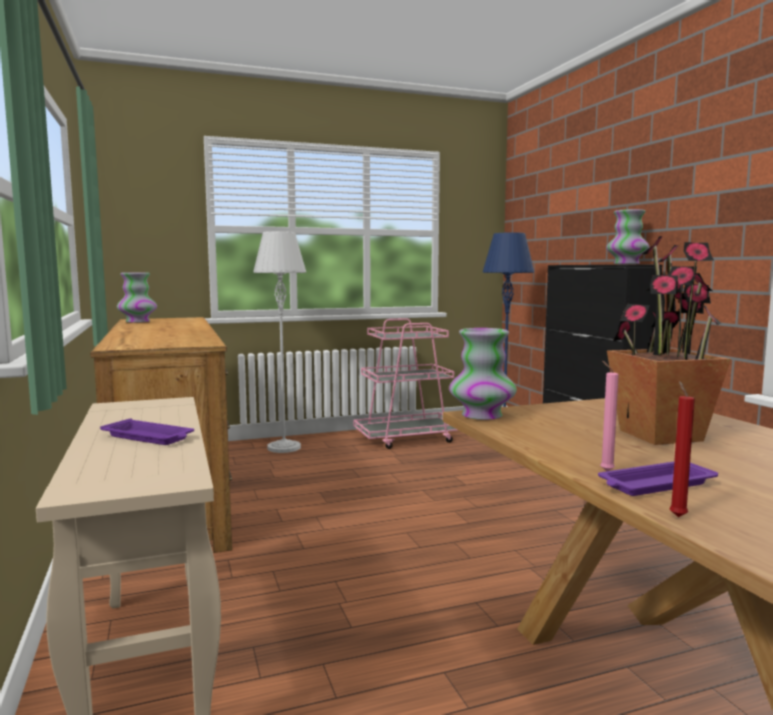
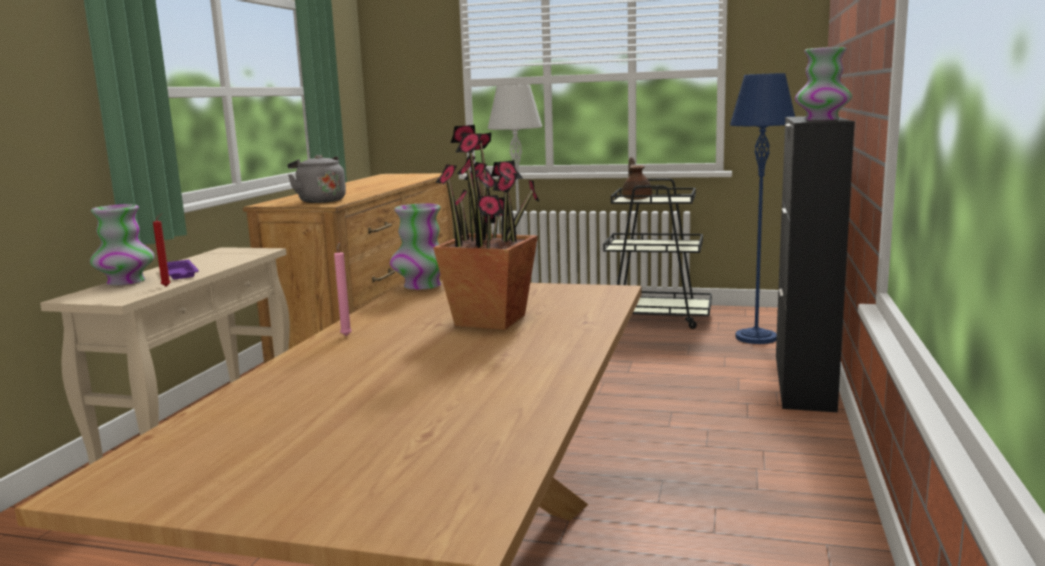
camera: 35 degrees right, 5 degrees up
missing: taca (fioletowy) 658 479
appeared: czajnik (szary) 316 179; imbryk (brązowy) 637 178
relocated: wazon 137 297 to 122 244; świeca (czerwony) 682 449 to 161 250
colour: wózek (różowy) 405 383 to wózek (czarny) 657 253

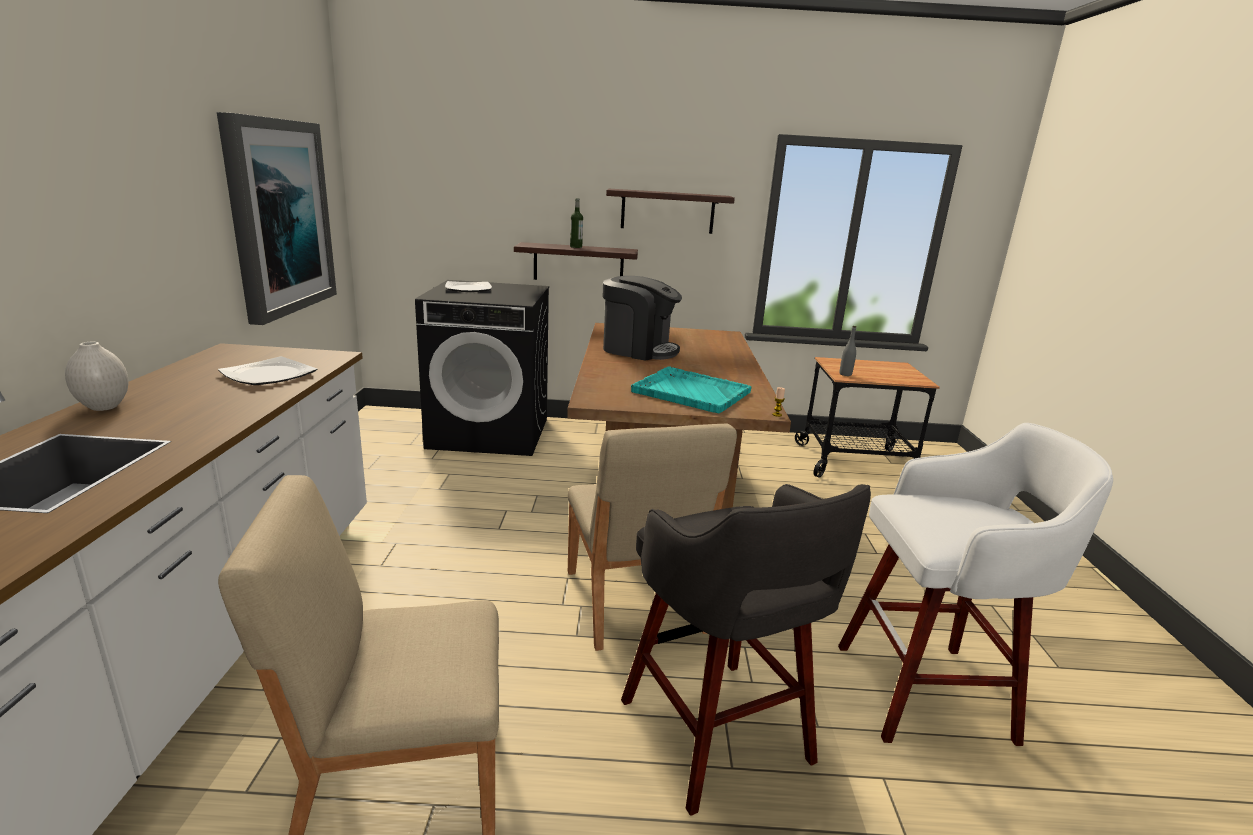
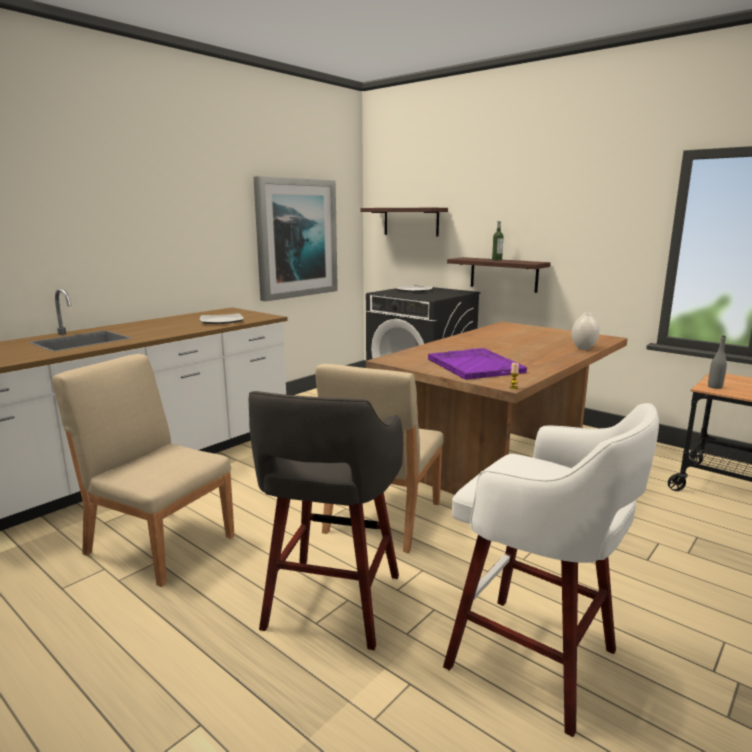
camera: 40 degrees right, 5 degrees down
missing: ekspres do kawy 642 318
relocated: wazon (biały) 96 376 to 586 331; półka 670 211 to 404 222
colour: taca (turkusowy) 691 389 to taca (fioletowy) 477 364

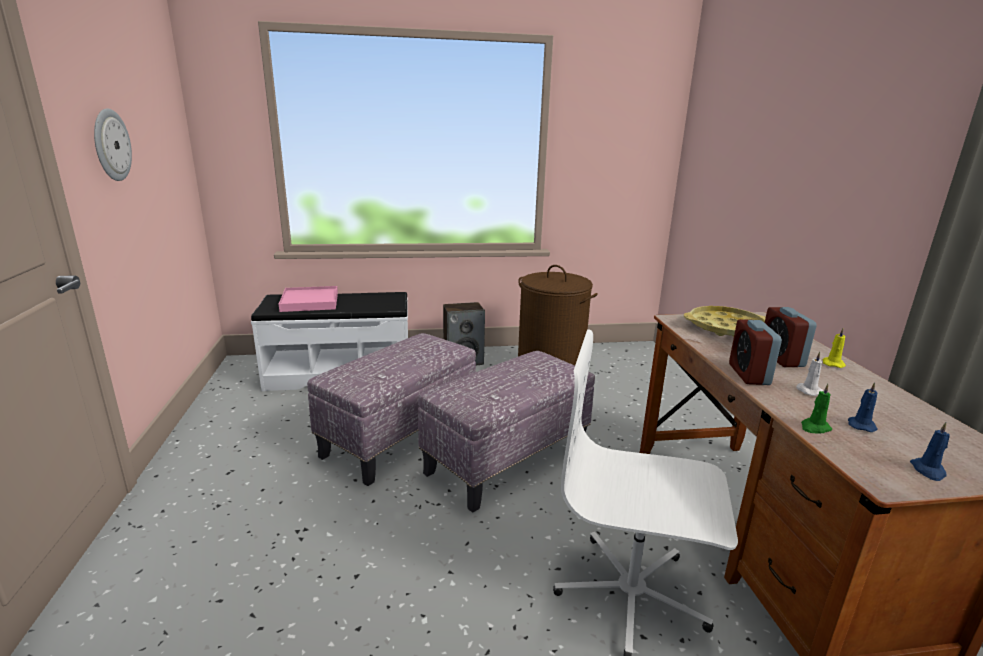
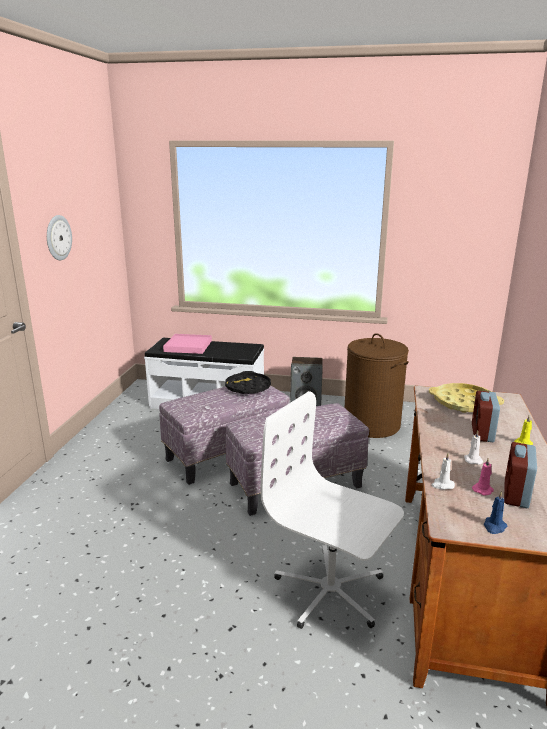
camera: 20 degrees right, 0 degrees up
appeared: taca (czarny) 248 382
relocated: budzik 755 352 to 520 475
colour: świeca (zielony) 816 408 to świeca (biały) 443 471; świeca (niebieski) 863 407 to świeca (różowy) 483 476

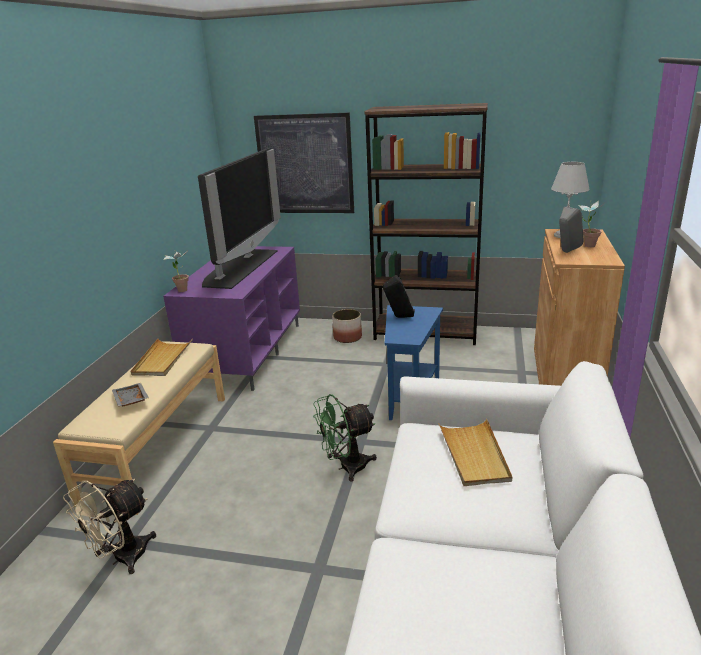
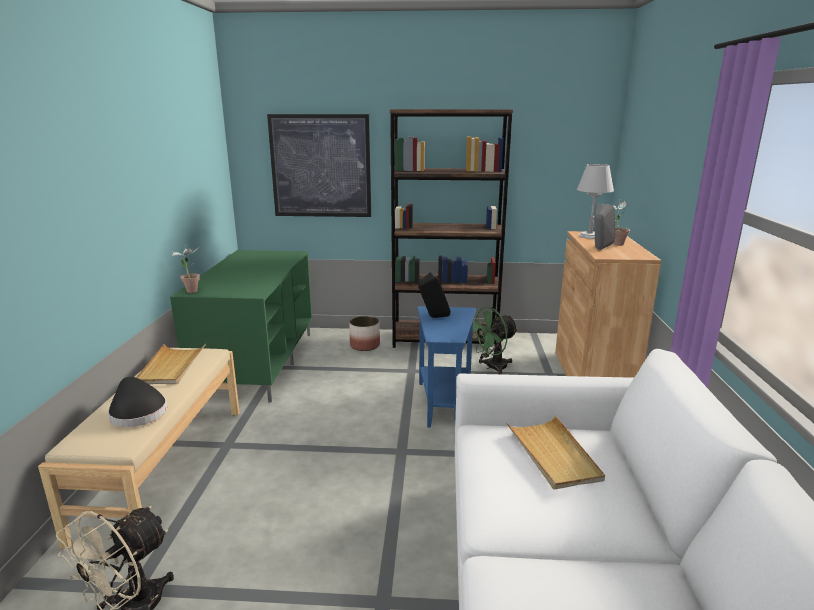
camera: 10 degrees left, 5 degrees down
missing: telewizor 239 218
relocated: wentylator (zielony) 345 438 to 495 340
exchanged: taca (szary) 130 395 to kapelusz (czarny) 137 402
colour: szafka pod telewizor (fioletowy) 231 318 to szafka pod telewizor (zielony) 241 326

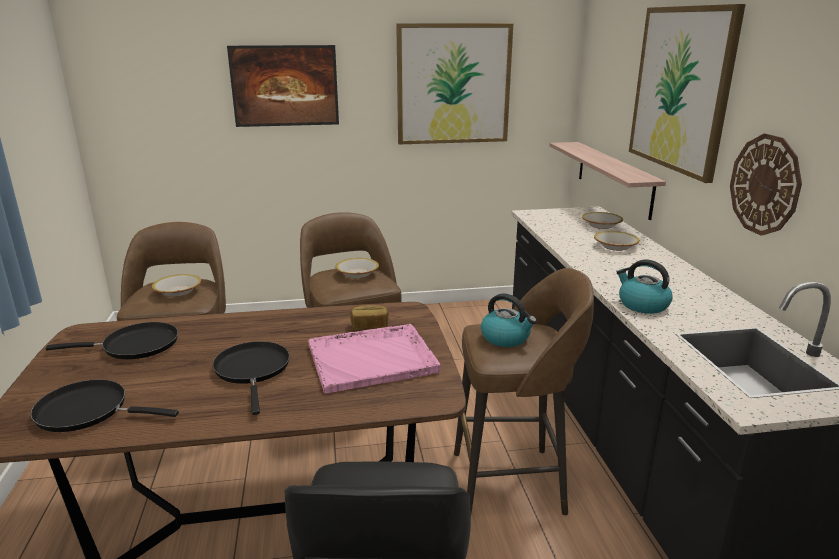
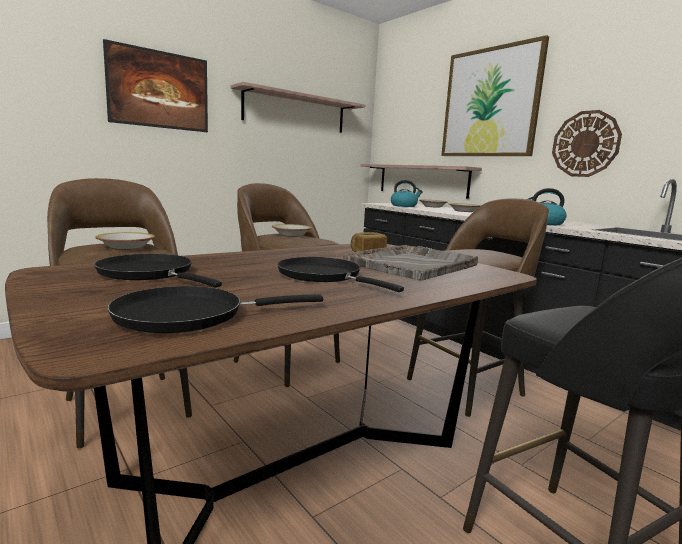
camera: 30 degrees left, 10 degrees down
relocated: czajnik 509 320 to 407 193
exchanged: obraz 454 83 to półka 297 107
colour: taca (różowy) 374 359 to taca (szary) 410 263
spun: patelnia (czarny) 112 340 = 158 270 105 degrees counterclockwise

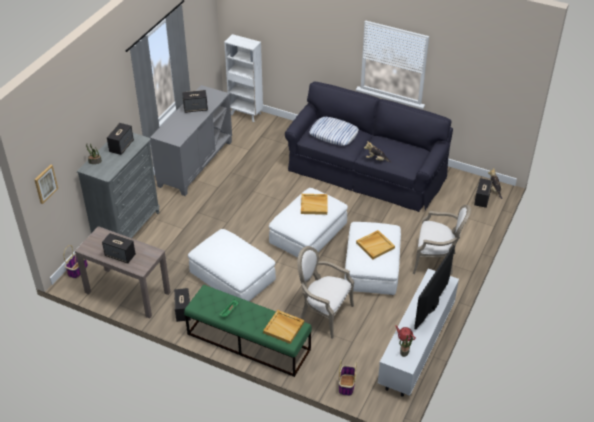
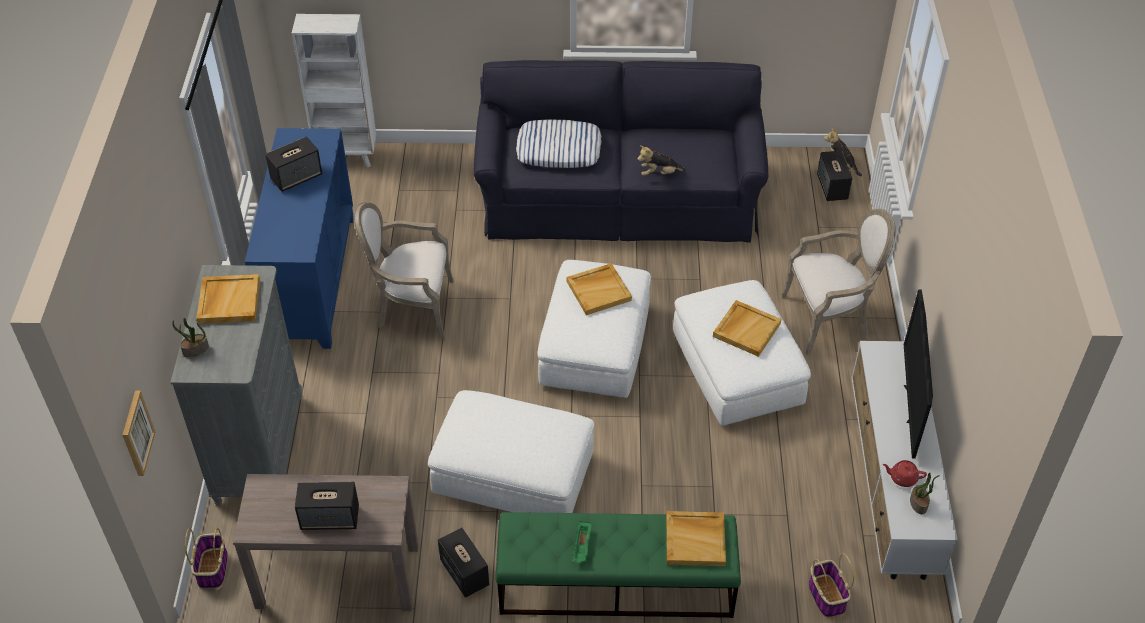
camera: 25 degrees left, 5 degrees up
relocated: fotel 325 292 to 403 271
exchanged: głośnik 120 139 to taca (beżowy) 228 299
colour: szafka (szary) 191 140 to szafka (niebieski) 299 238

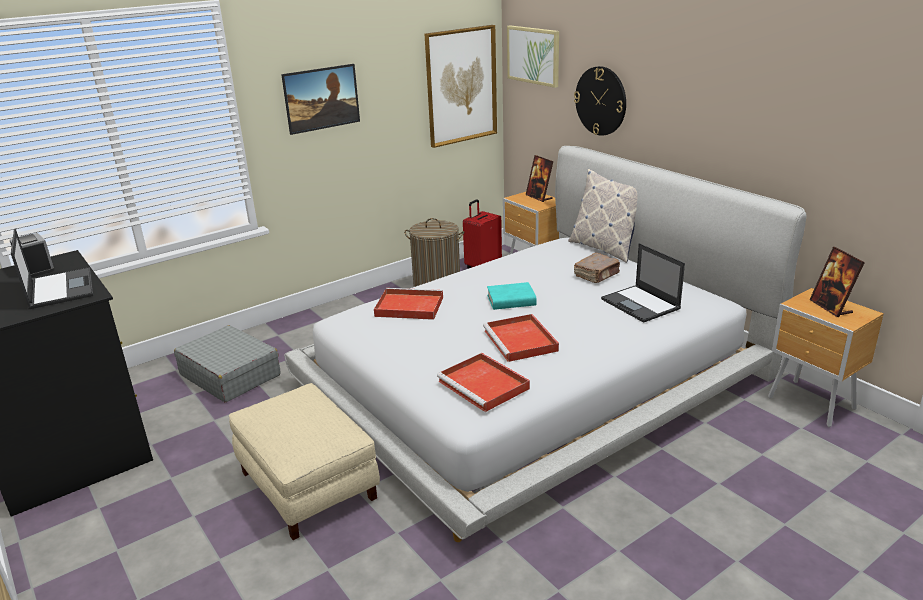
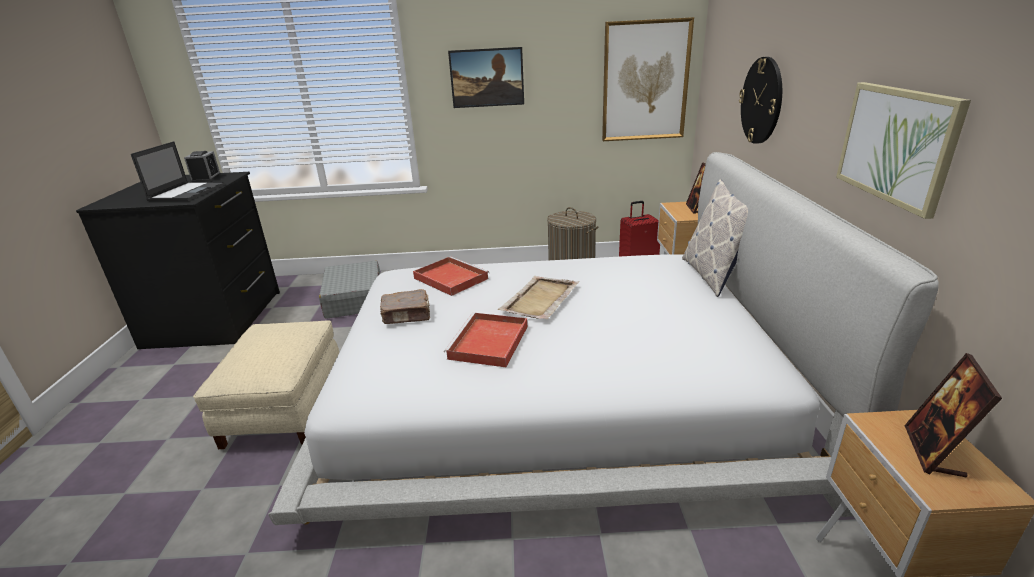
camera: 35 degrees right, 0 degrees up
missing: taca (czerwony) 483 382; laptop 643 283
relocated: obraz 533 56 to 903 150; książka (brązowy) 597 268 to 405 306
exchanged: książka (turkusowy) 512 296 to taca (beżowy) 538 297

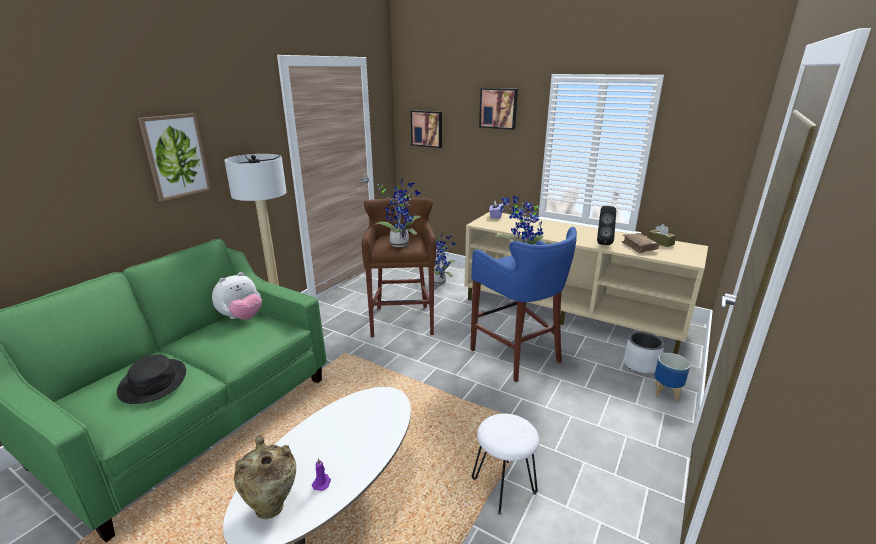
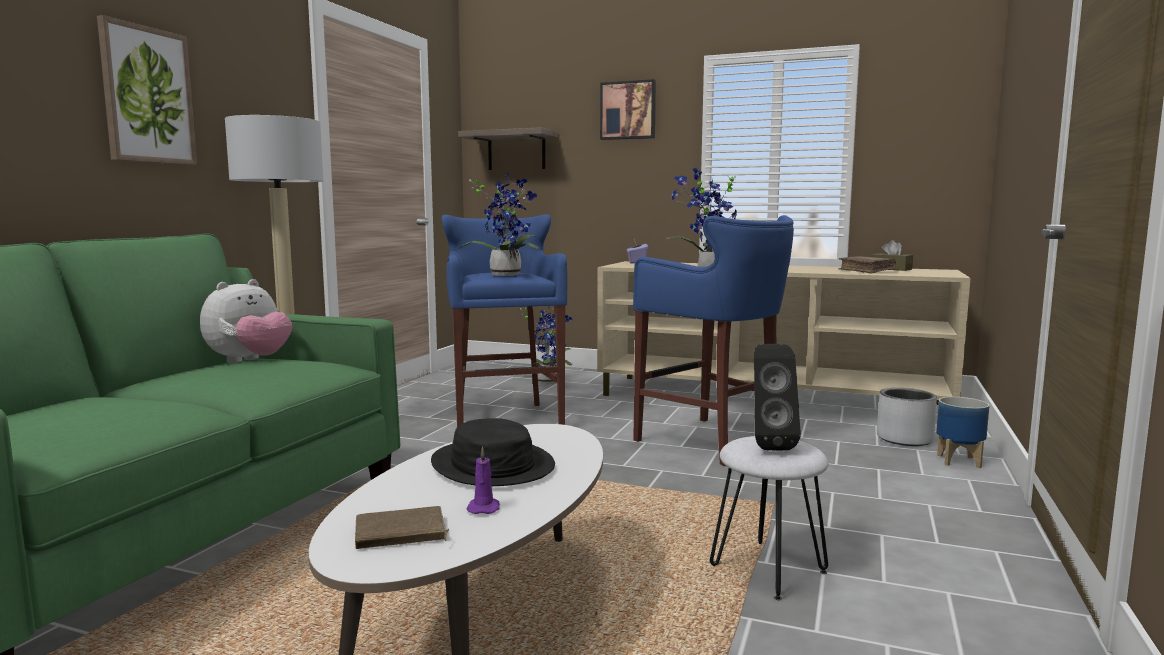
camera: 10 degrees left, 15 degrees down
relocated: kapelusz (czarny) 151 379 to 493 452; głośnik (czarny) 606 225 to 777 397
exchanged: wazon (beżowy) 265 477 to książka (brązowy) 402 527; obraz 426 129 to półka 508 148
colour: stołek (brązowy) 399 267 to stołek (niebieski) 505 321

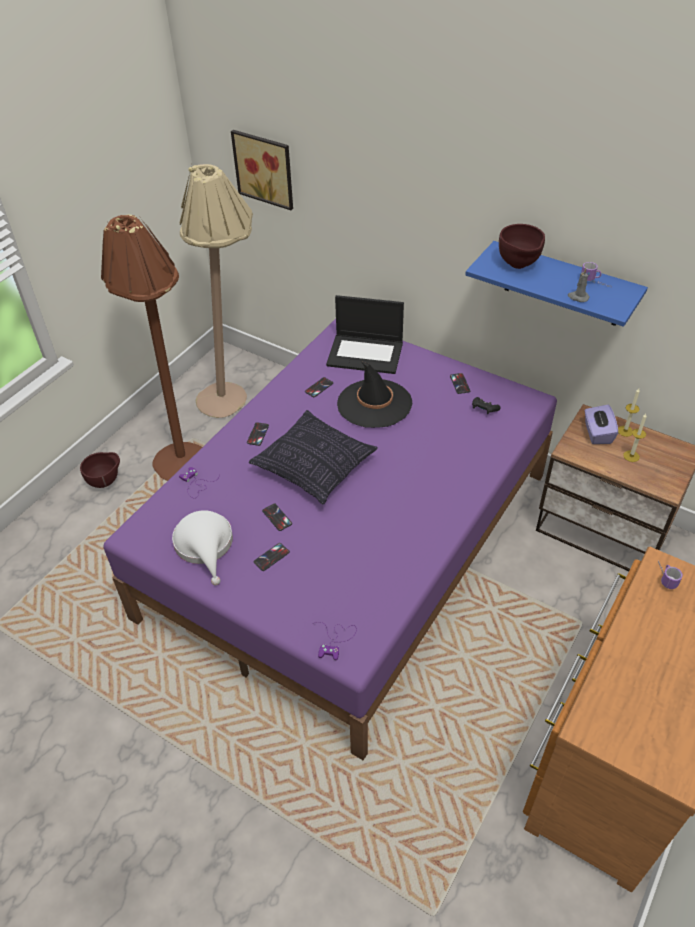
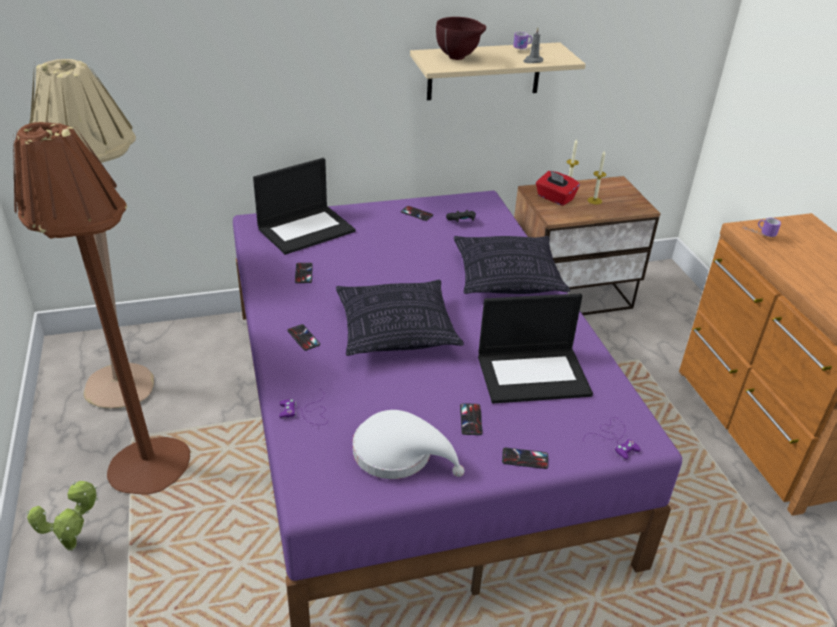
camera: 50 degrees left, 10 degrees down
missing: obraz 262 170; kapelusz (czarny) 374 394
appeared: poduszka 512 265; laptop 535 348
relocated: telefon 277 517 to 525 458
exchanged: miska (brązowy) 100 470 to roślina doniczkowa 62 515
colour: półka (niebieski) 556 284 to półka (beżowy) 498 71; pudełko chusteczek (fioletowy) 601 424 to pudełko chusteczek (czerwony) 558 188

